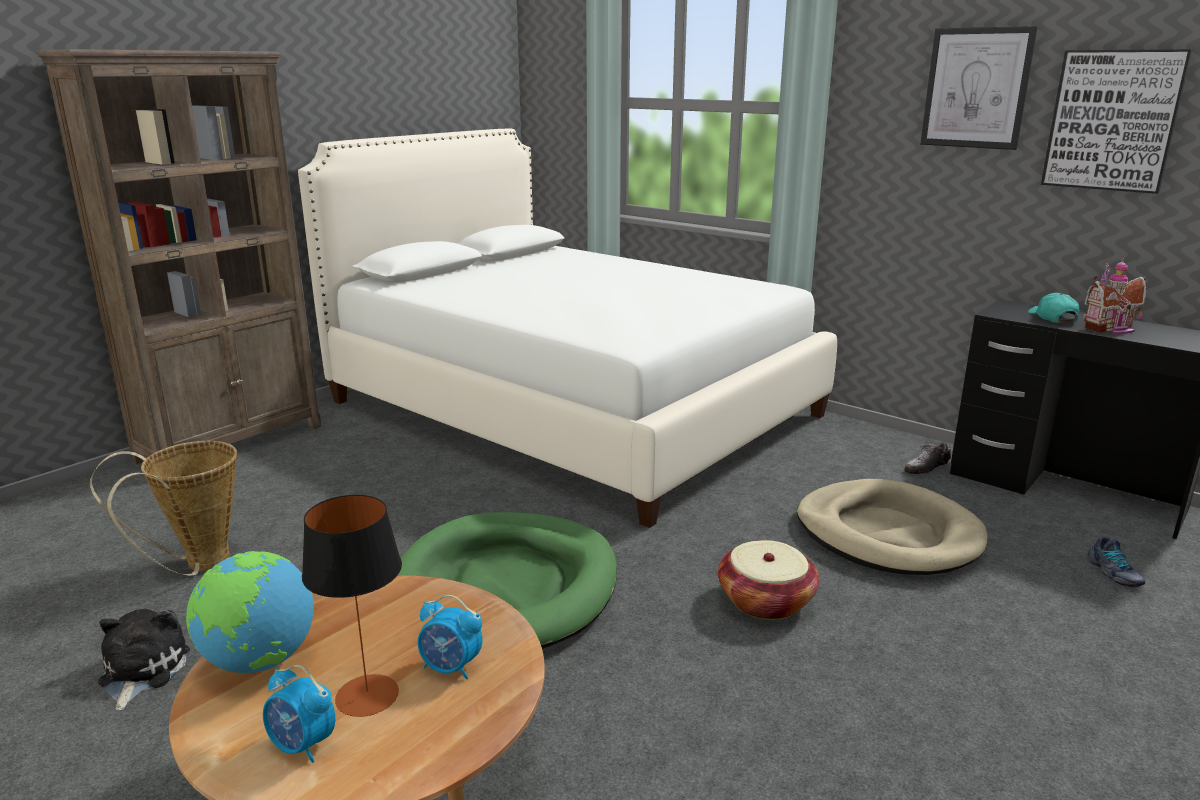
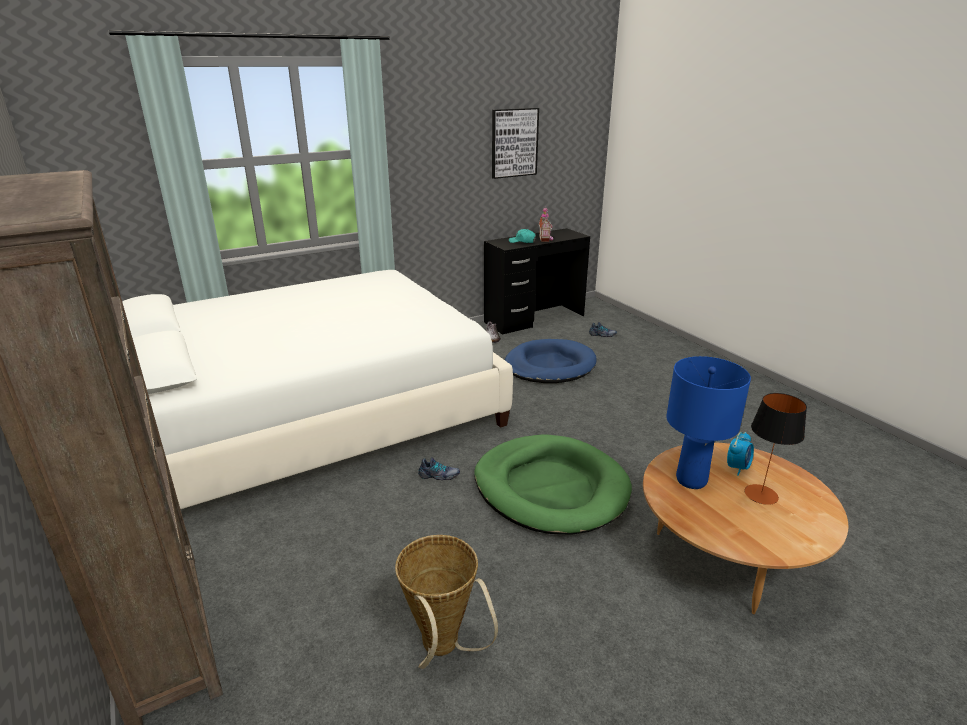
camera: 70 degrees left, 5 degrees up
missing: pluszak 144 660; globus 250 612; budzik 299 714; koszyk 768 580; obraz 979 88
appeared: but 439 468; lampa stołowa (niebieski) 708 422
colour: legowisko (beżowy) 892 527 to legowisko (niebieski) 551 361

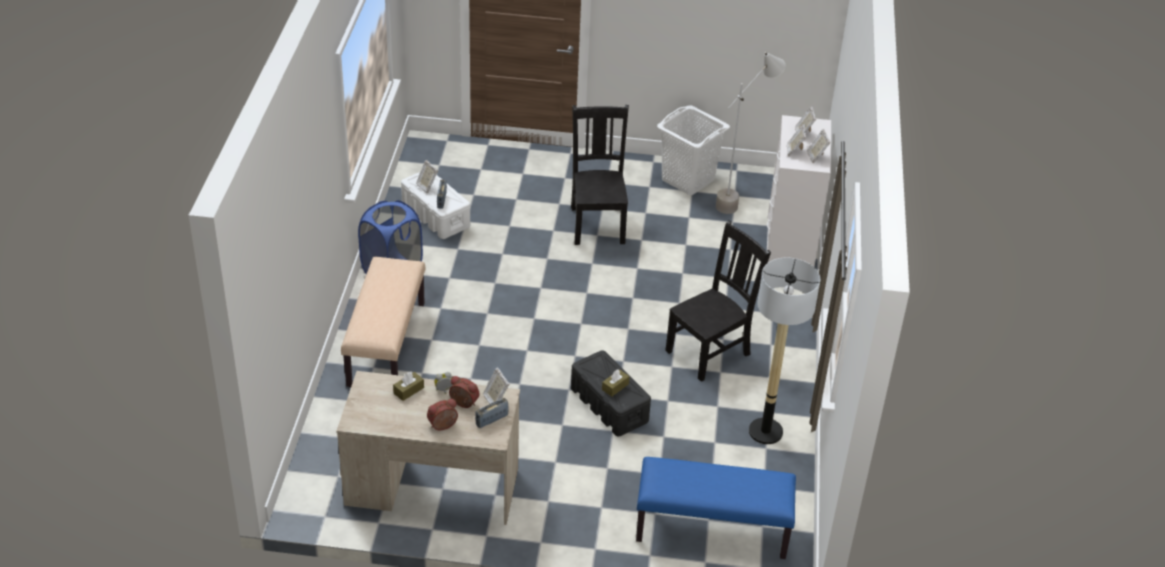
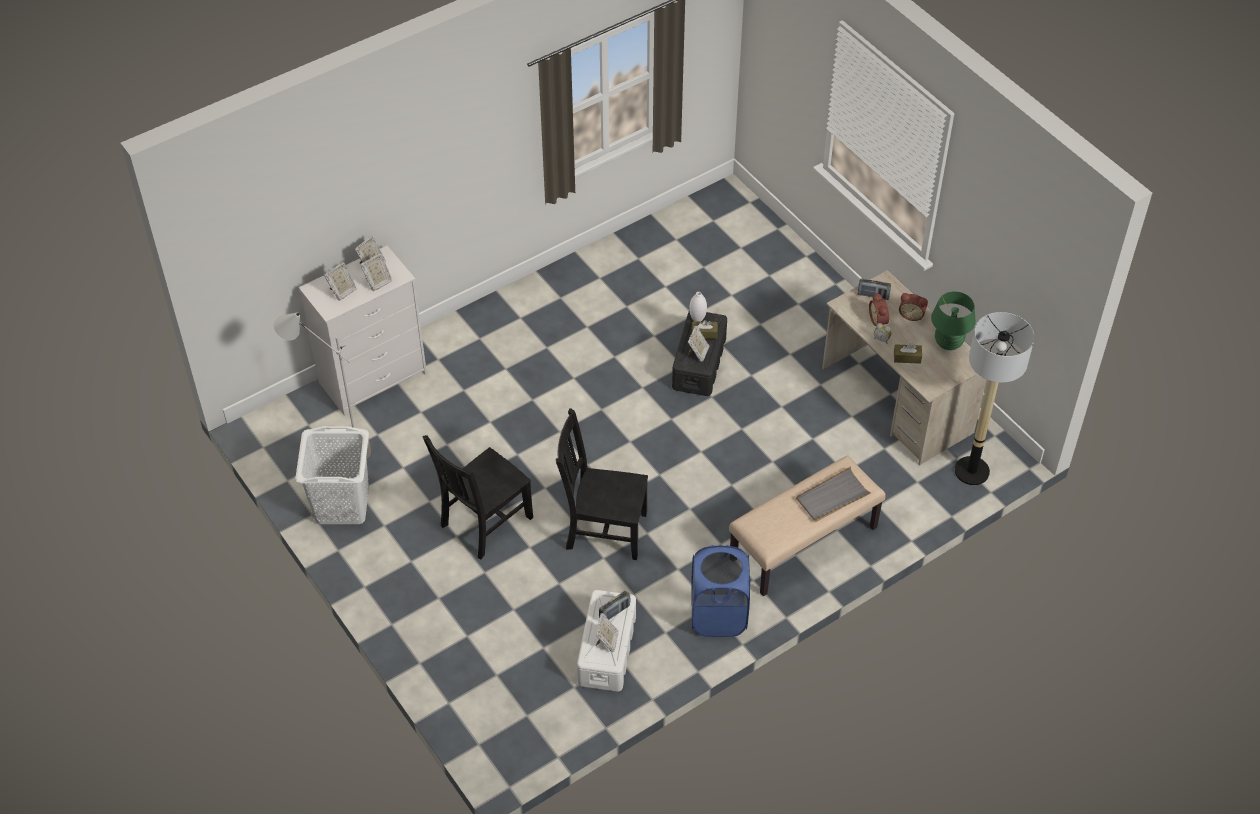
camera: 130 degrees left, 10 degrees up
missing: ławka (niebieski) 716 508
appeared: wazon (biały) 698 307; taca (szary) 833 494; lampa stołowa (zielony) 953 320
relocated: ramka na zdjęcie 496 385 to 698 344; krzesło (czarny) 718 301 to 602 484; lampa stojąca 784 351 to 994 398

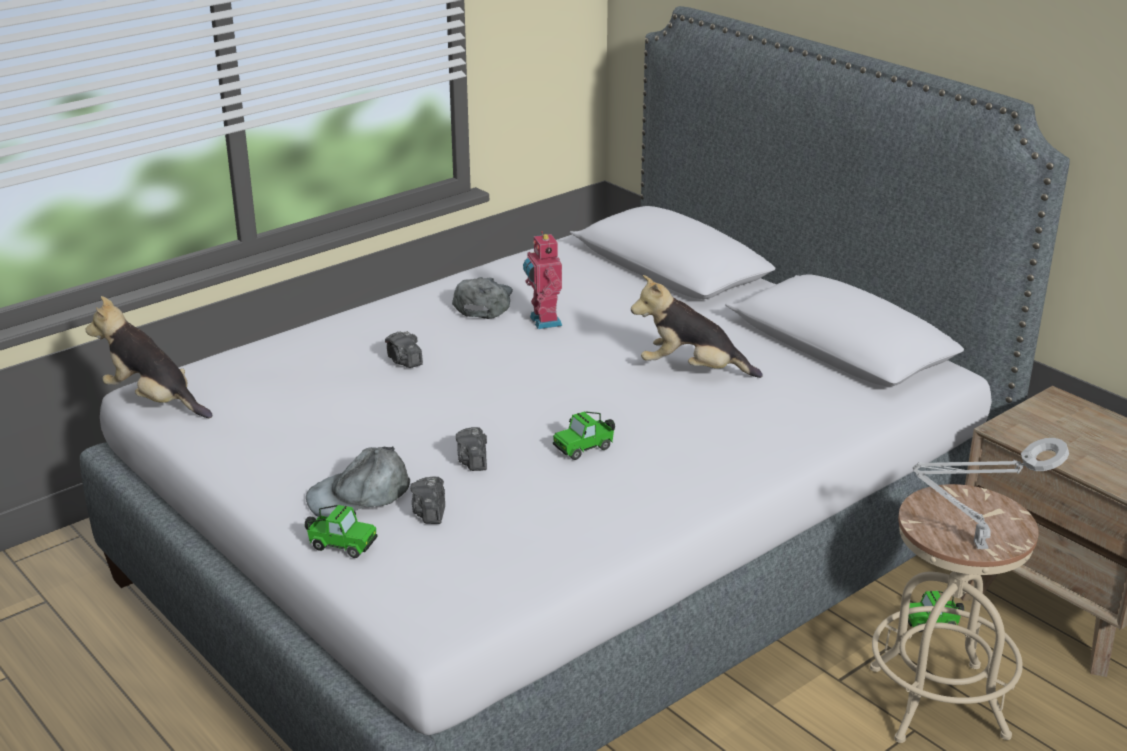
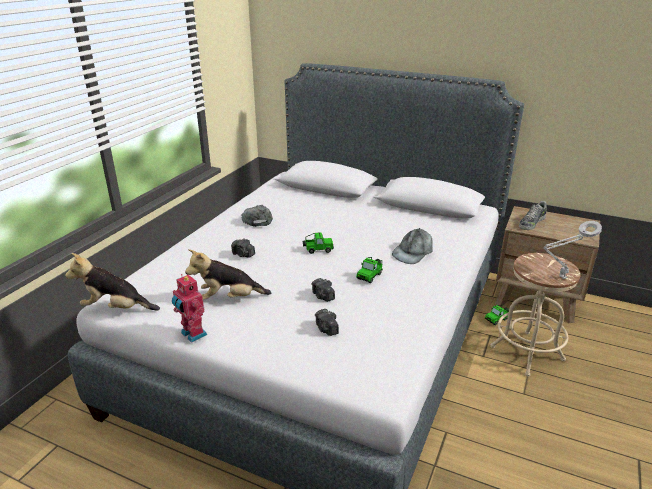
camera: 25 degrees left, 0 degrees up
appeared: but 533 215
relocated: samochodzik 341 531 to 318 243; czapka z daszkiem (szary) 358 482 to 412 246; robot zabawkowy 542 280 to 189 308; pluszak 697 326 to 228 274

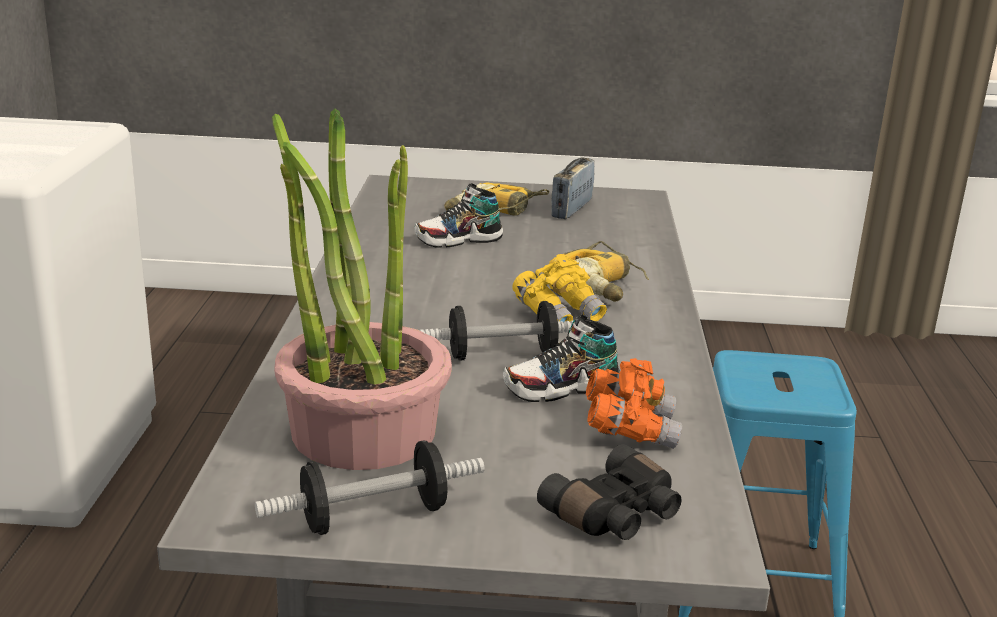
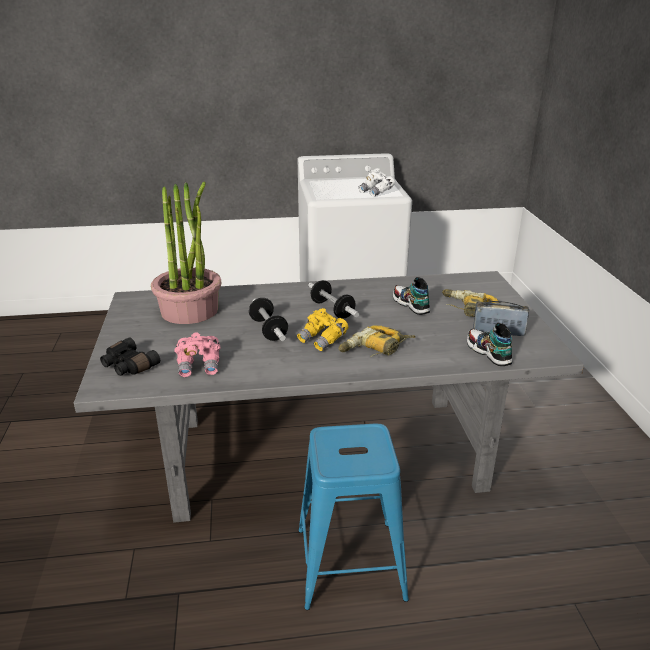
camera: 80 degrees right, 5 degrees up
appeared: lornetka (biały) 376 182
relocated: hantel 369 487 to 333 299; but 561 358 to 490 344
colour: lornetka (pomarańczowy) 634 403 to lornetka (różowy) 197 355

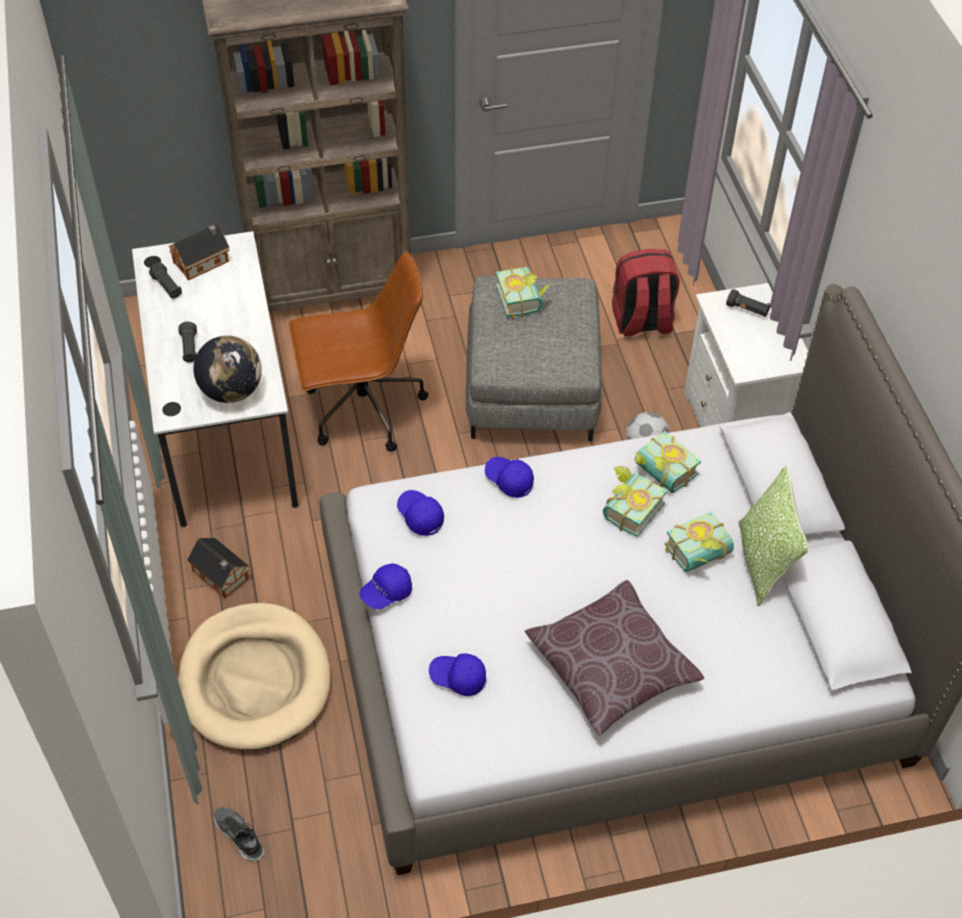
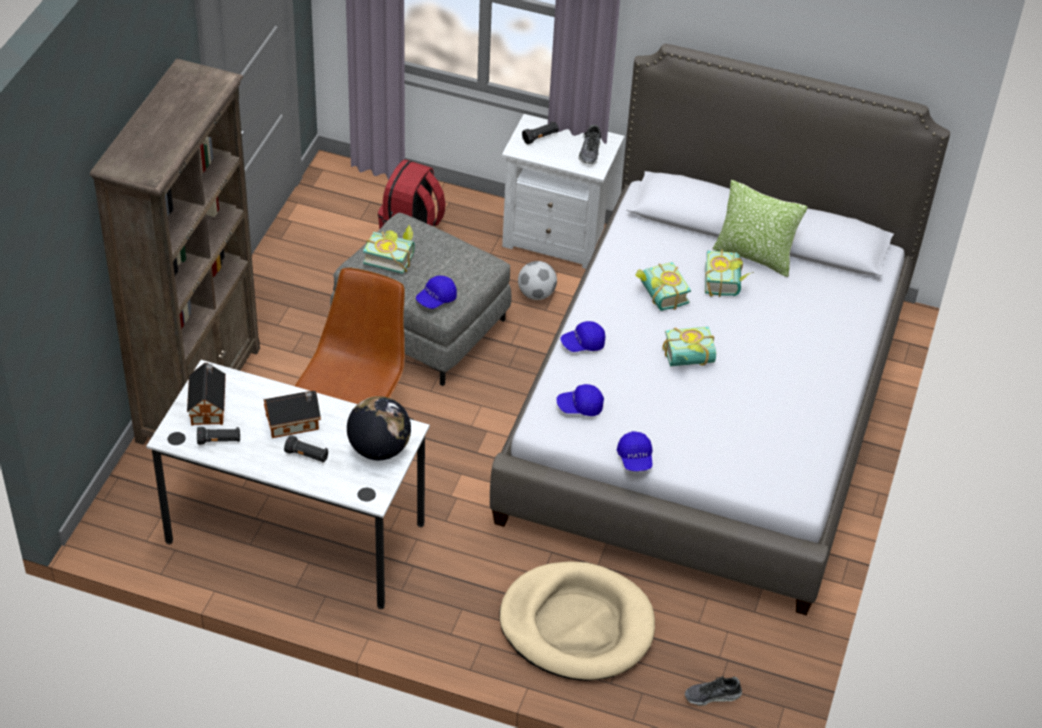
camera: 60 degrees left, 5 degrees down
missing: poduszka (brązowy) 614 658
appeared: but 590 144
relocated: domek 218 568 to 292 414; czapka z daszkiem (niebieski) 457 675 to 436 292; książka 668 462 to 689 346

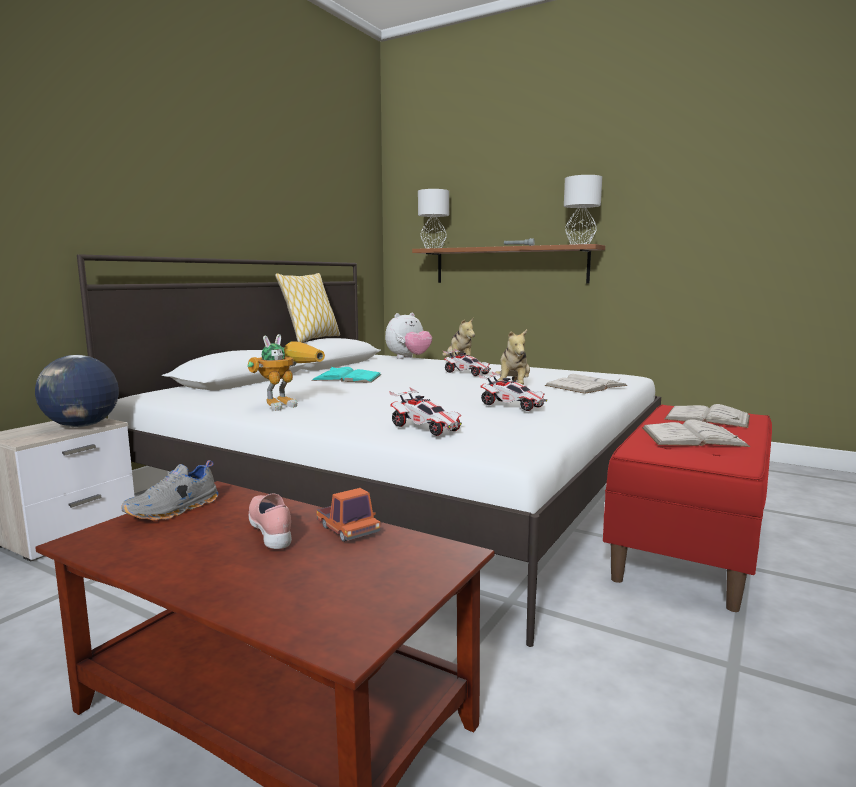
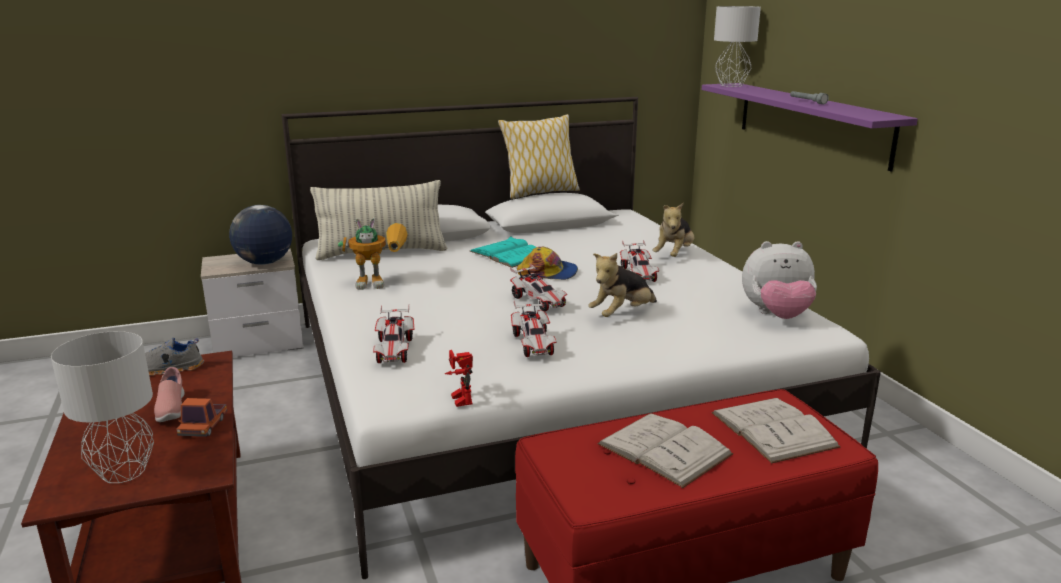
camera: 40 degrees right, 10 degrees up
missing: książka (biały) 586 384
appeared: poduszka 378 220; robot zabawkowy 459 378; samochodzik 538 287; czapka z daszkiem 547 263
relocated: pluszak 408 336 to 779 280; lampa stołowa (szary) 583 210 to 102 407
colour: półka (brązowy) 508 264 to półka (fioletowy) 810 127
spun: but (różowy) 270 521 = 169 394 150 degrees clockwise

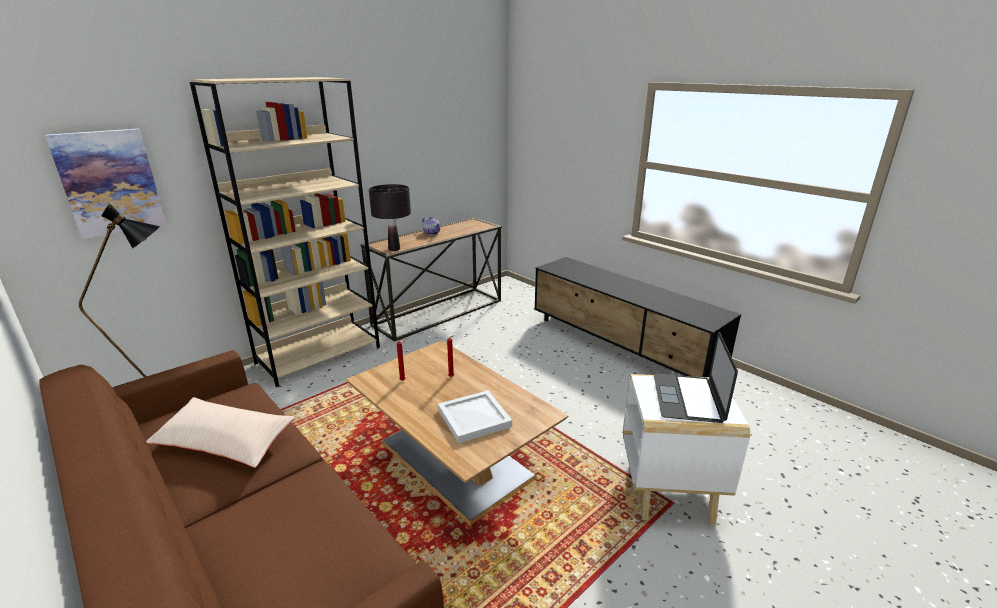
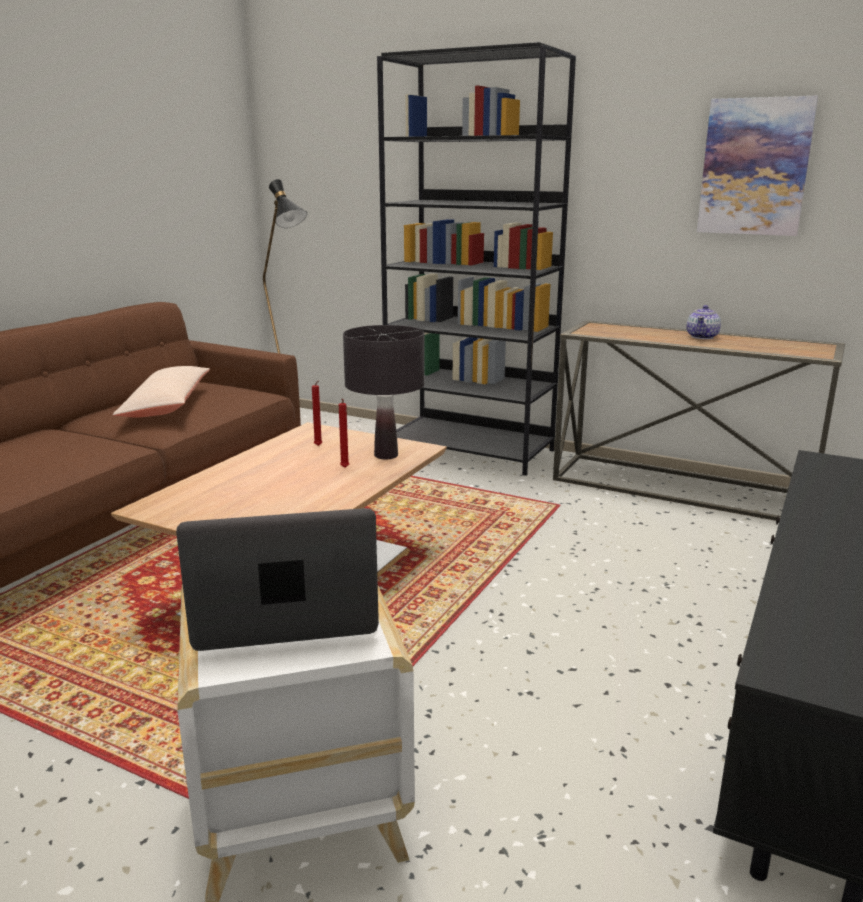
camera: 70 degrees right, 5 degrees down
missing: taca (biały) 475 416
relocated: obraz 105 184 to 757 166; lampa stołowa (czarny) 390 217 to 384 392
colour: regał (beżowy) 285 232 to regał (czarny) 476 259

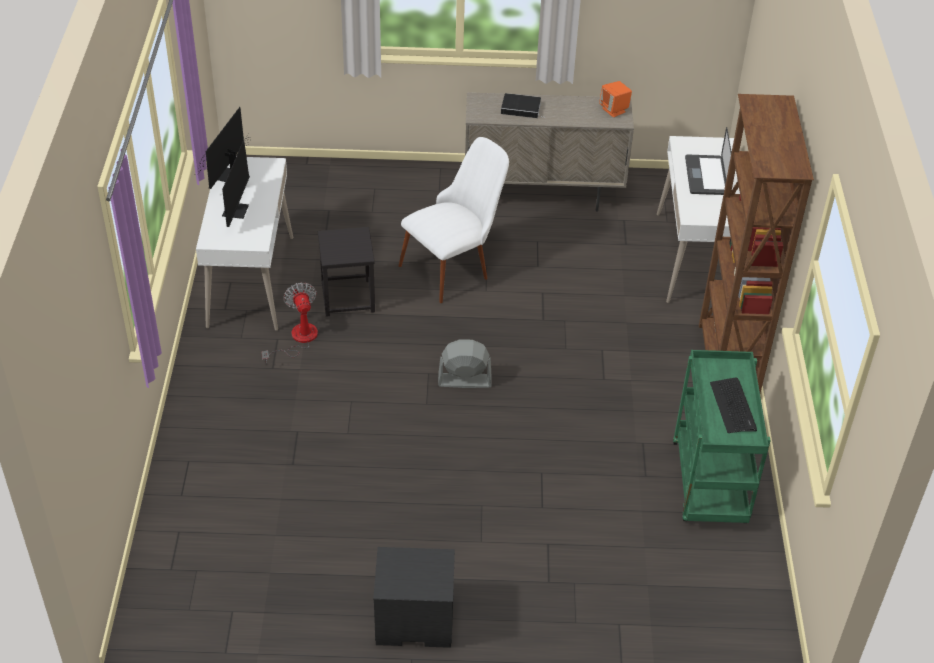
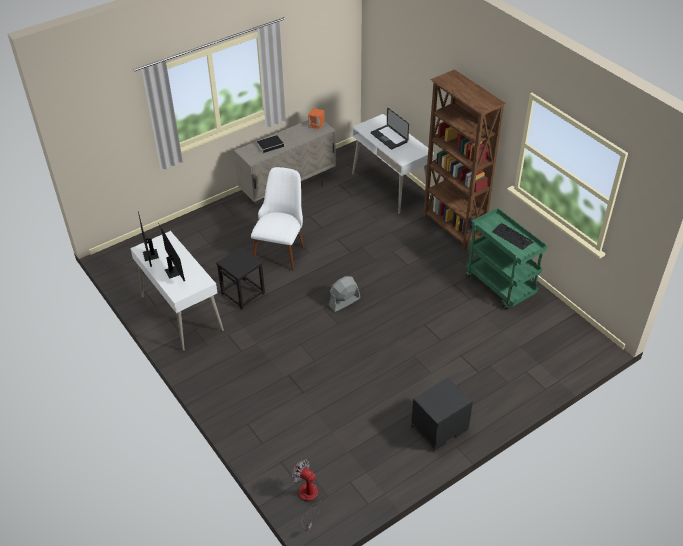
camera: 35 degrees left, 0 degrees up
relocated: wentylator 289 323 to 306 495

